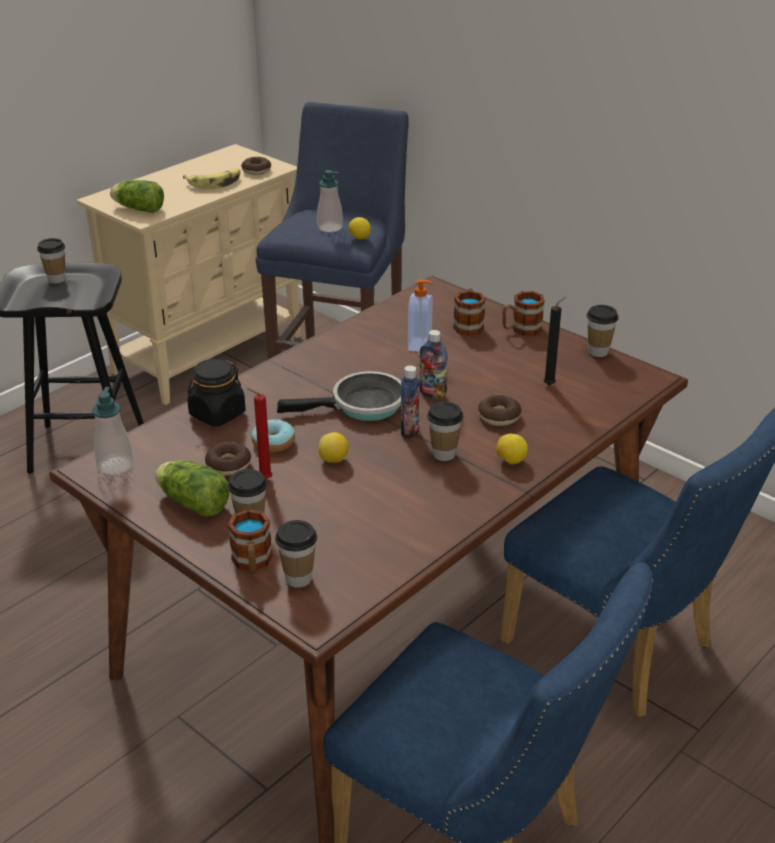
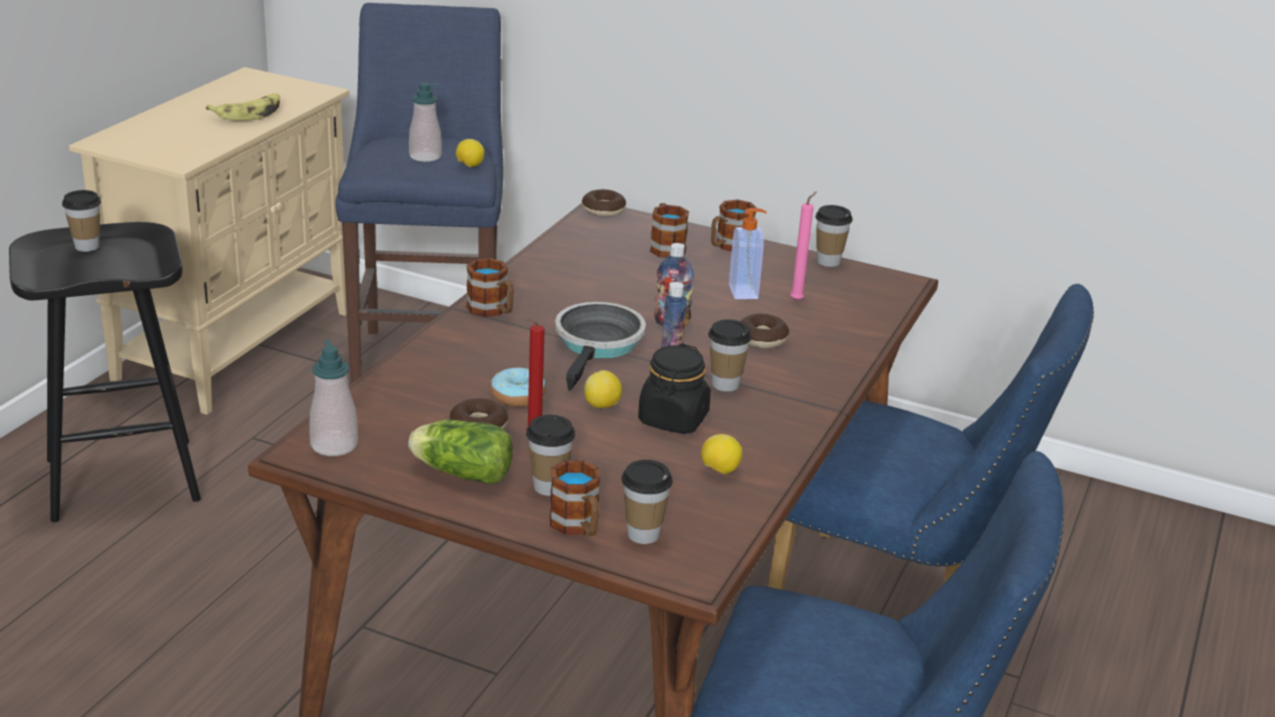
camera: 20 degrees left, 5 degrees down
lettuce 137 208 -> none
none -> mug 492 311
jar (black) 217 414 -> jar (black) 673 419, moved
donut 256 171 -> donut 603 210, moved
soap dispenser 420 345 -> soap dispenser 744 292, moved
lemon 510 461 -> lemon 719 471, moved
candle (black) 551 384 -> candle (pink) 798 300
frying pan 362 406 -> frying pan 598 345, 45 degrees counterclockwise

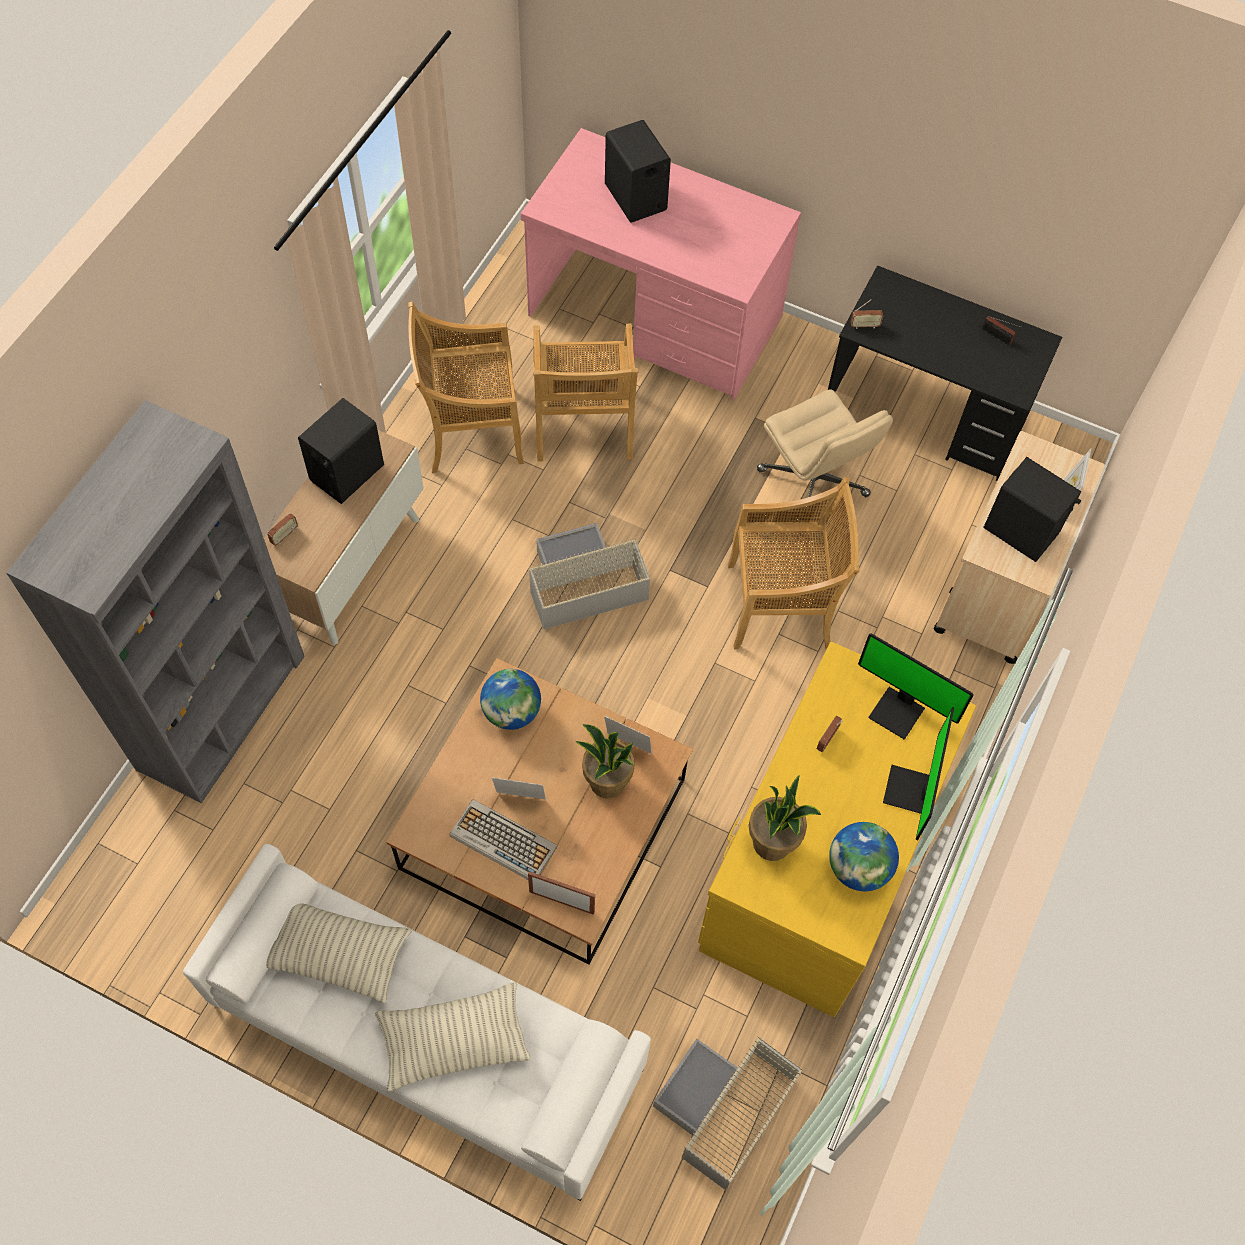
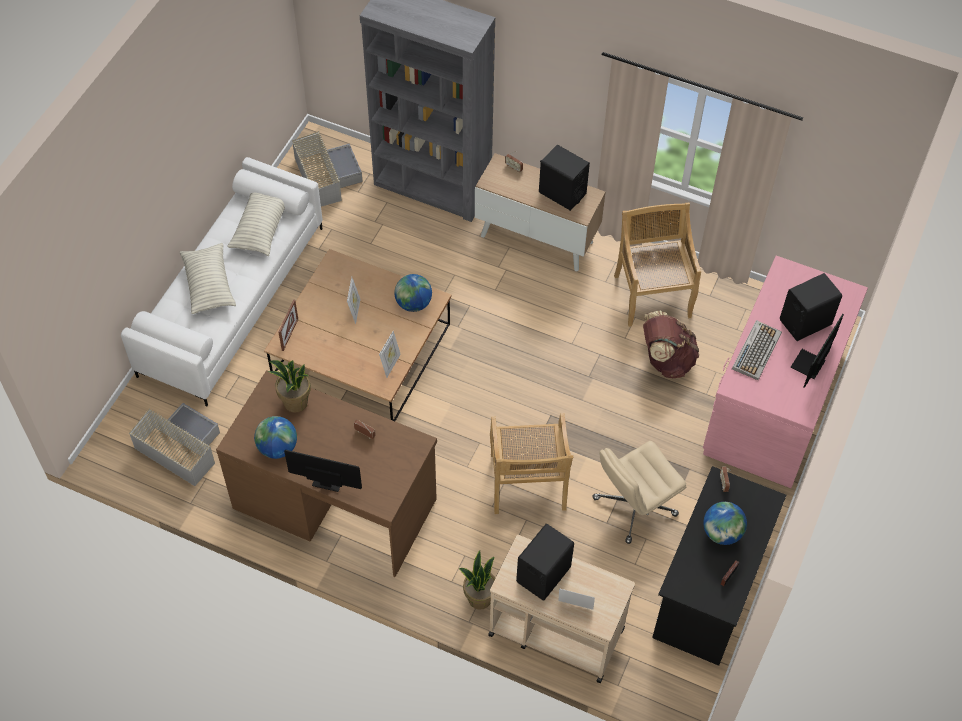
camera: 90 degrees right, 5 degrees down
none -> globe 722 533
keyboard 502 841 -> keyboard 756 350, moved
storage box (grey) 582 585 -> storage box (grey) 325 176, moved
potted plant 606 782 -> potted plant 479 598, moved
monitor 898 712 -> monitor 809 365, moved
chair (beige) 583 425 -> backpack (brown) 666 360
desk (yellow) 818 862 -> desk (brown) 335 502

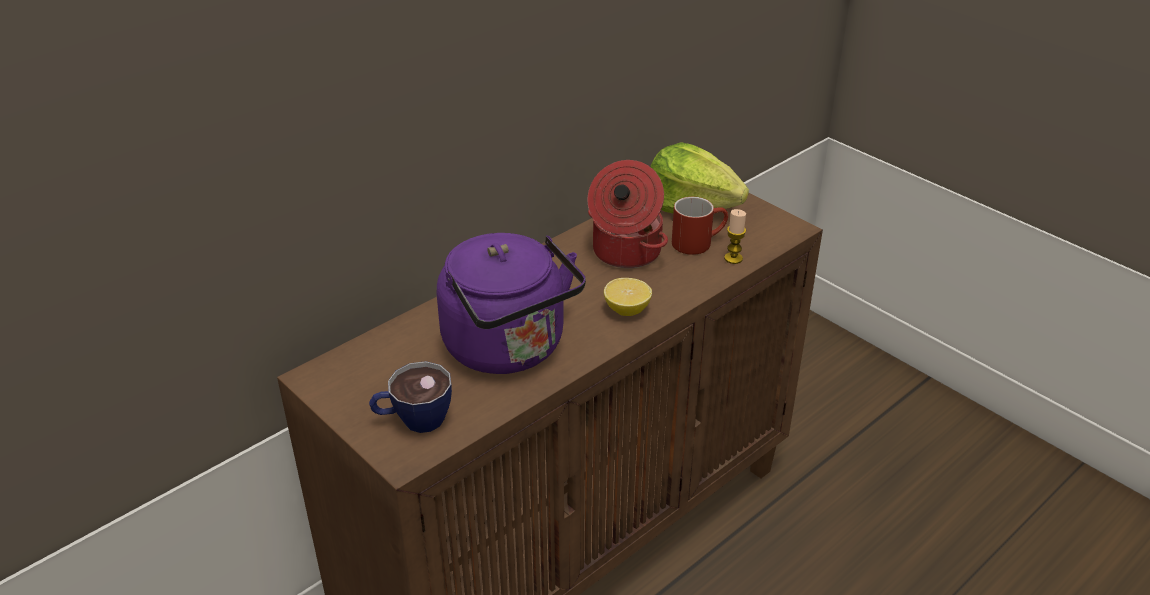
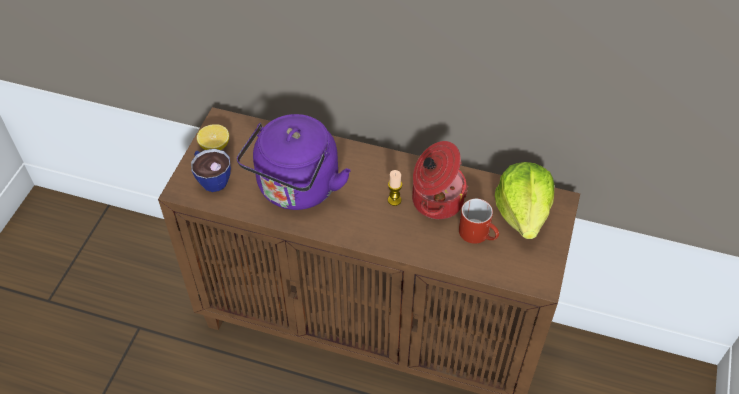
camera: 60 degrees right, 15 degrees up
lemon 627 309 -> lemon 215 146, moved
candle 733 258 -> candle 394 200, moved

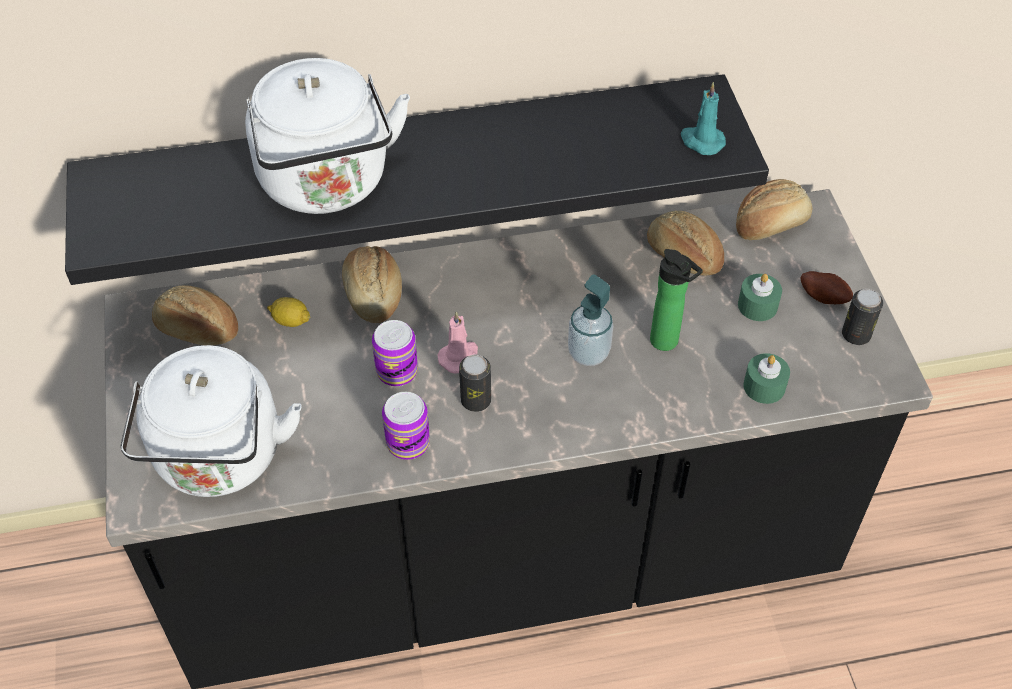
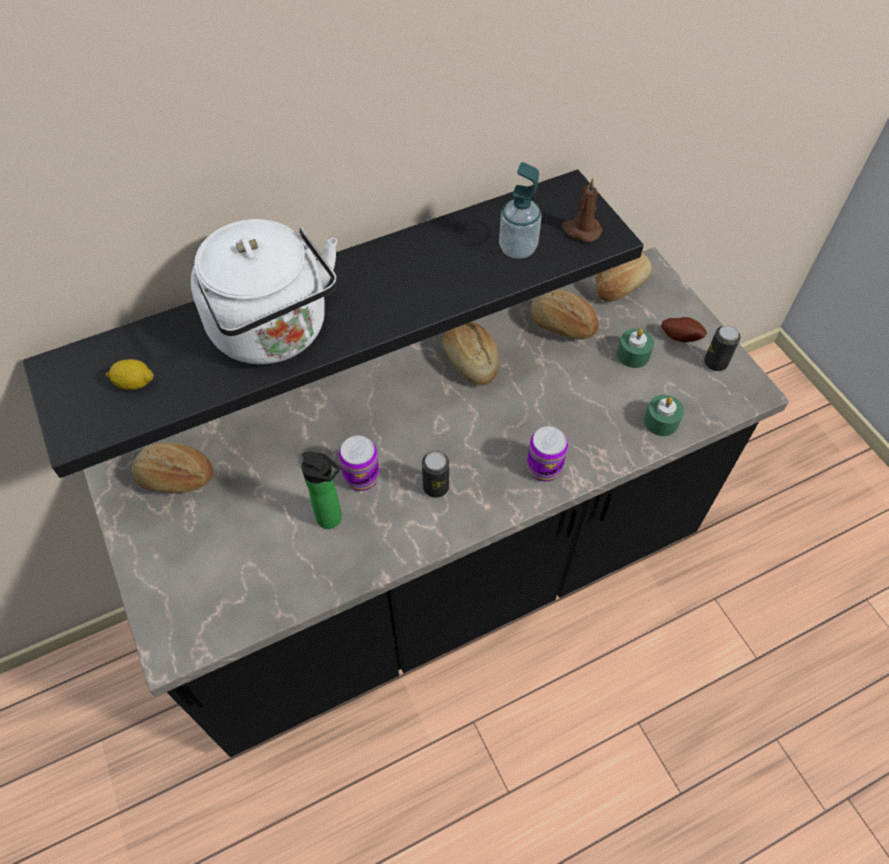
camera: 15 degrees left, 5 degrees up
kettle (white) 219 461 -> none
candle (pink) 459 357 -> none
lemon 290 321 -> lemon 134 383, moved
bread 373 293 -> bread 470 361, moved
can 408 443 -> can 544 467, moved
soap dispenser 588 353 -> soap dispenser 517 248, moved
bottle 667 343 -> bottle 332 520, moved
candle (turquoise) 701 141 -> candle (brown) 581 230

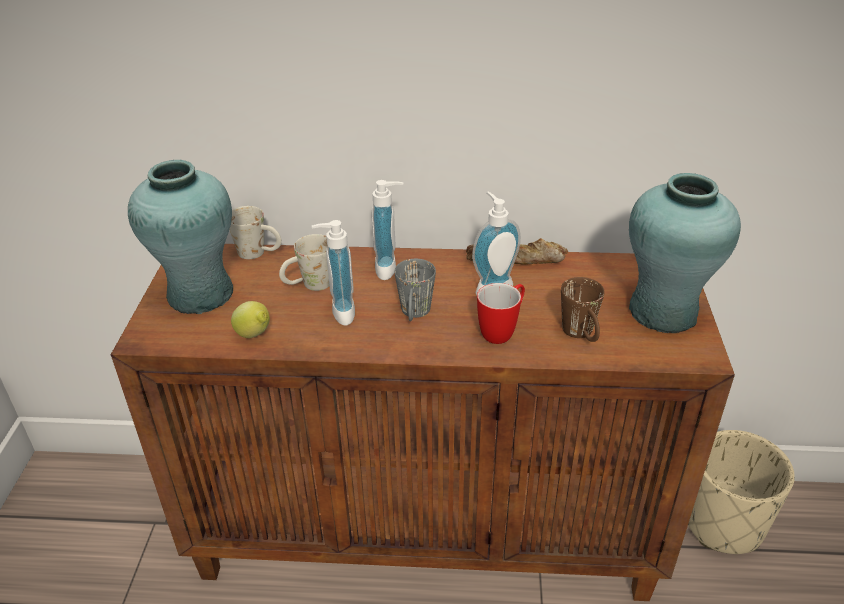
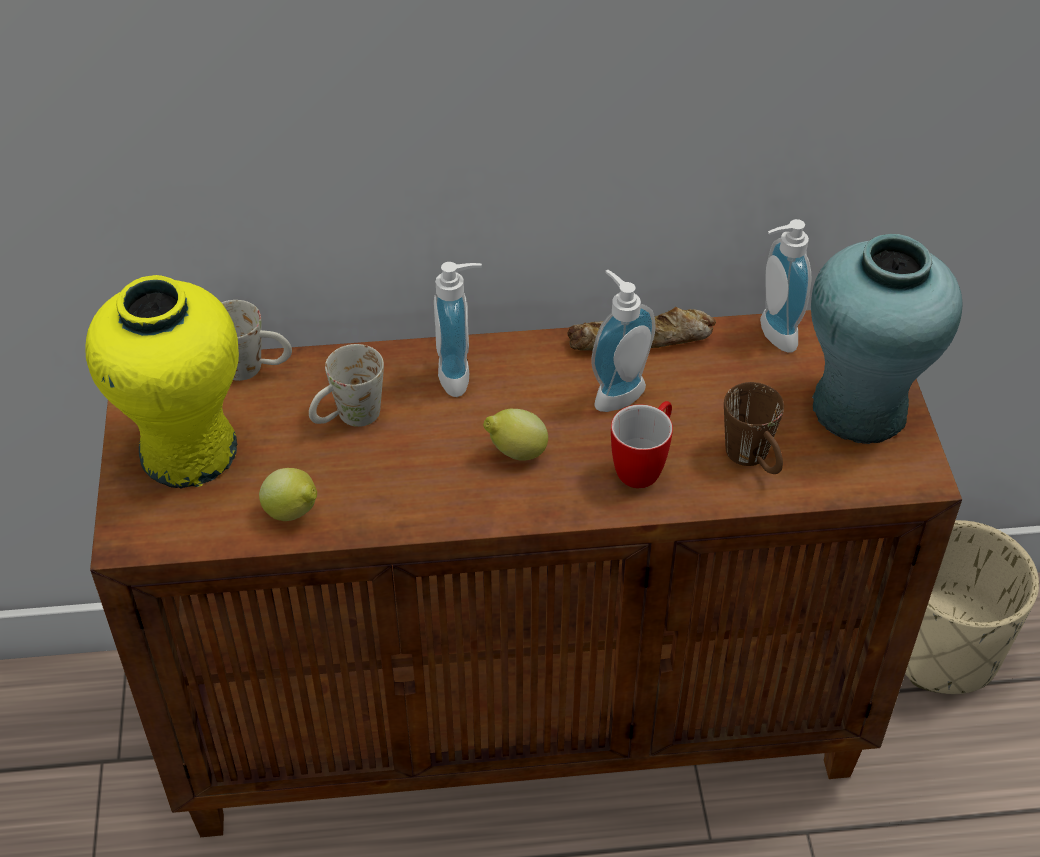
camera: 10 degrees left, 10 degrees up
soap dispenser 338 313 -> soap dispenser 772 335, moved
mug (grey) 415 315 -> lemon 515 453
vase (turquoise) 200 294 -> vase (yellow) 187 451

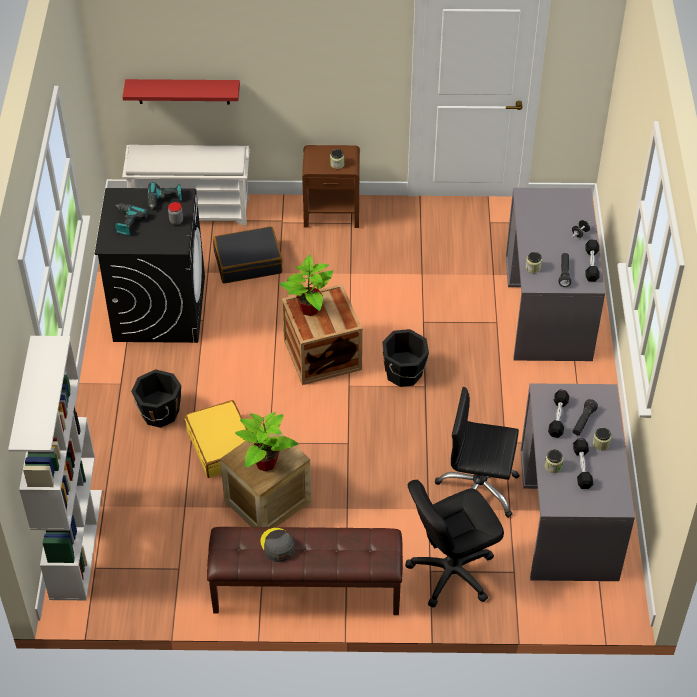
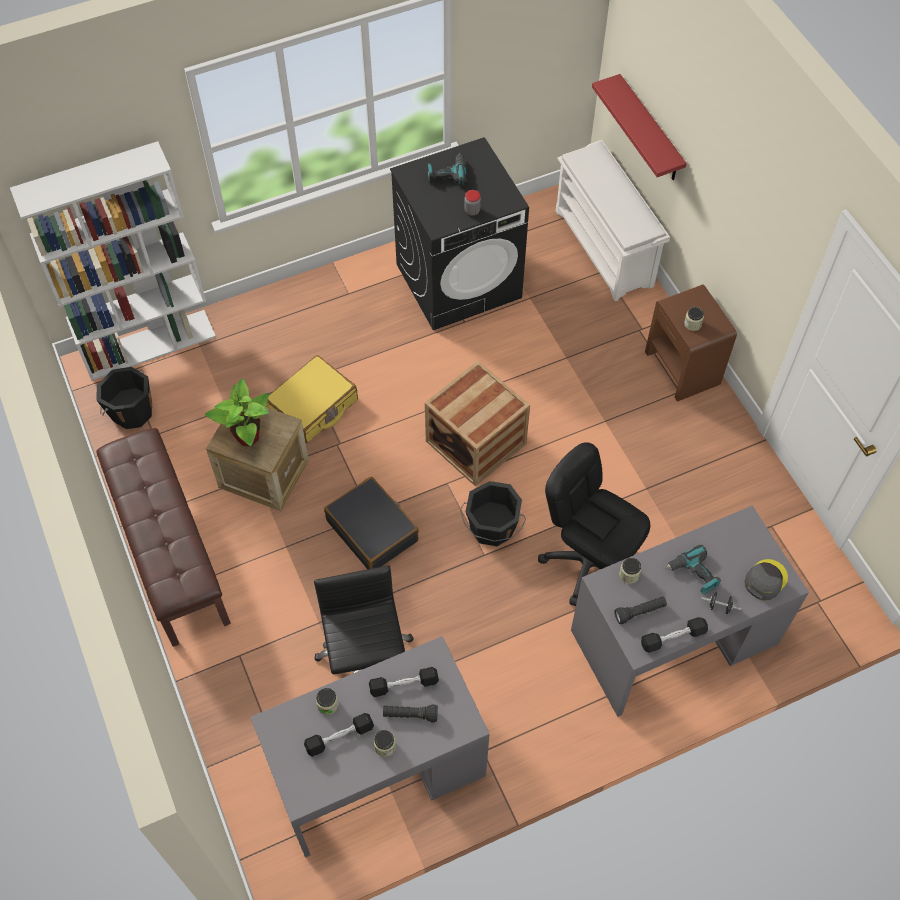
camera: 65 degrees right, 10 degrees up
potted plant 309 309 -> none
bucket (black) 159 413 -> bucket (black) 131 411, moved
power drill 164 199 -> power drill 693 574, moved
suitcase (black) 248 262 -> suitcase (black) 372 530, moved
cap (grey) 277 545 -> cap (grey) 765 580, moved
office chair (black) 451 572 -> office chair (black) 588 562, moved

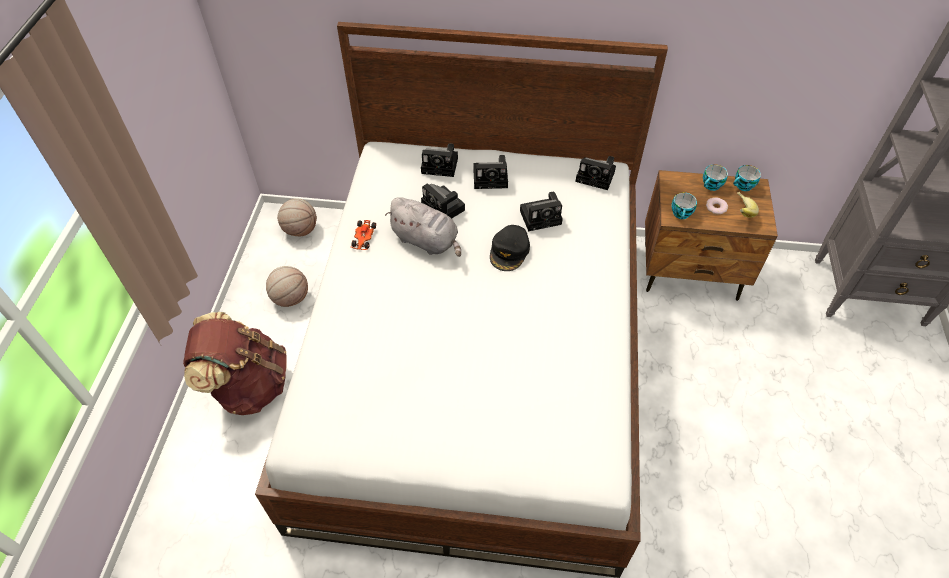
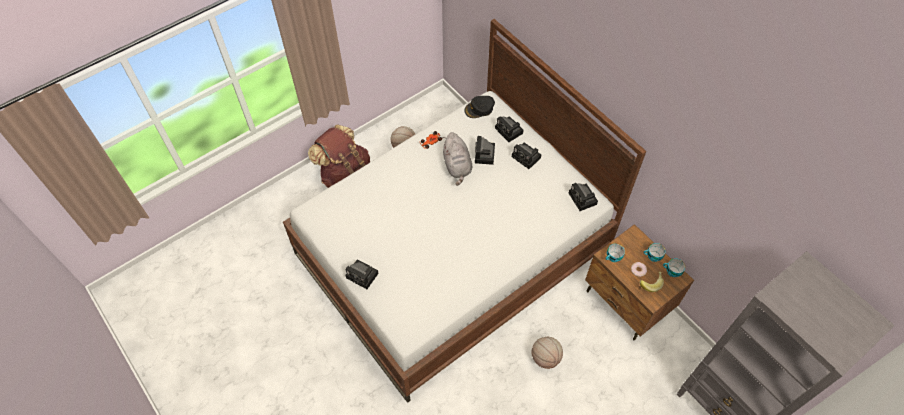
camera: 45 degrees right, 5 degrees up
basketball 300 230 -> basketball 545 357, moved
cap (black) 509 251 -> cap (black) 479 109, moved
photo camera 542 217 -> photo camera 363 276, moved

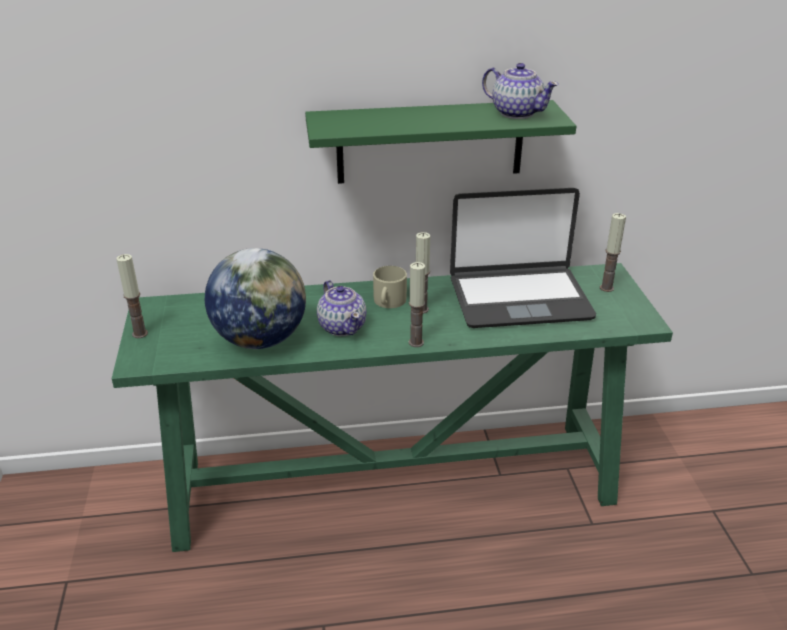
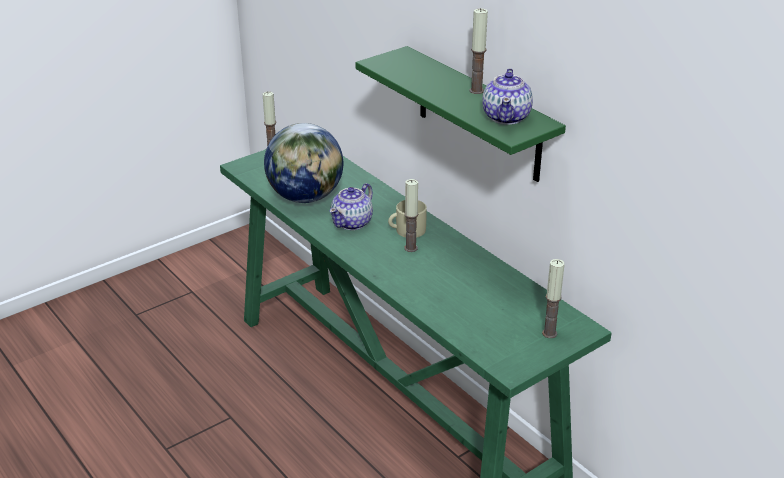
camera: 60 degrees right, 0 degrees up
laptop 519 298 -> none
candle 416 342 -> candle 476 90, moved

